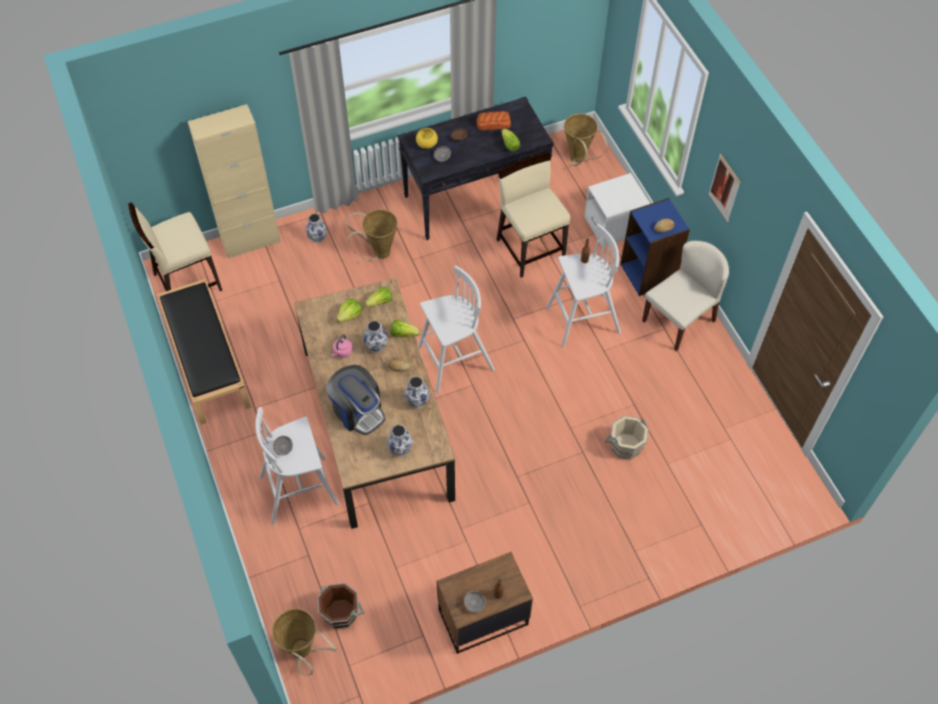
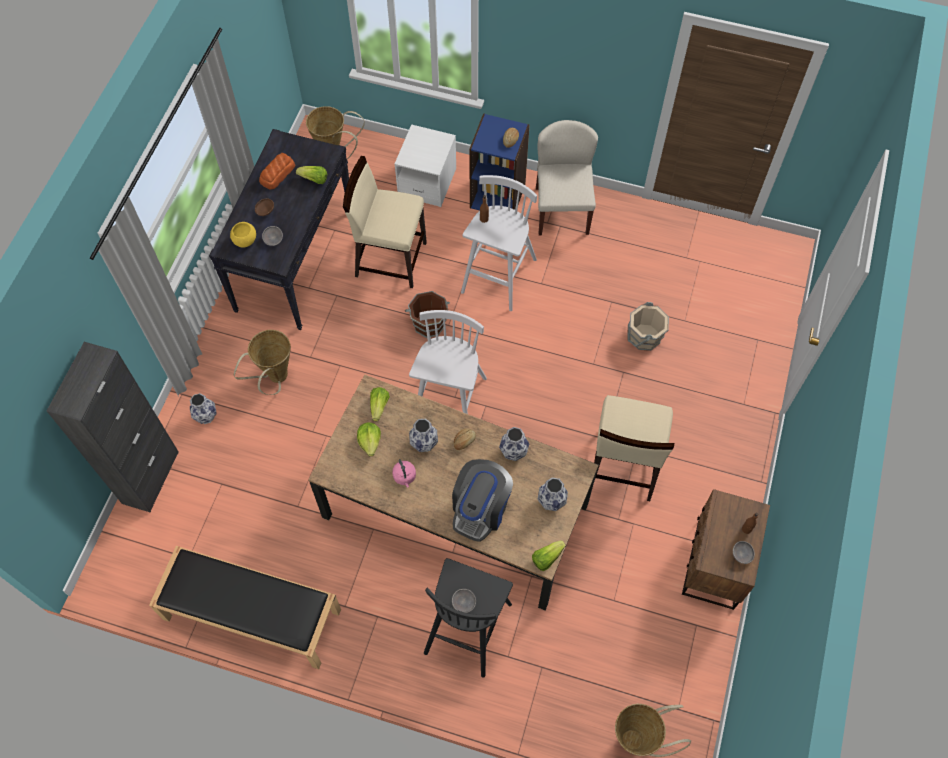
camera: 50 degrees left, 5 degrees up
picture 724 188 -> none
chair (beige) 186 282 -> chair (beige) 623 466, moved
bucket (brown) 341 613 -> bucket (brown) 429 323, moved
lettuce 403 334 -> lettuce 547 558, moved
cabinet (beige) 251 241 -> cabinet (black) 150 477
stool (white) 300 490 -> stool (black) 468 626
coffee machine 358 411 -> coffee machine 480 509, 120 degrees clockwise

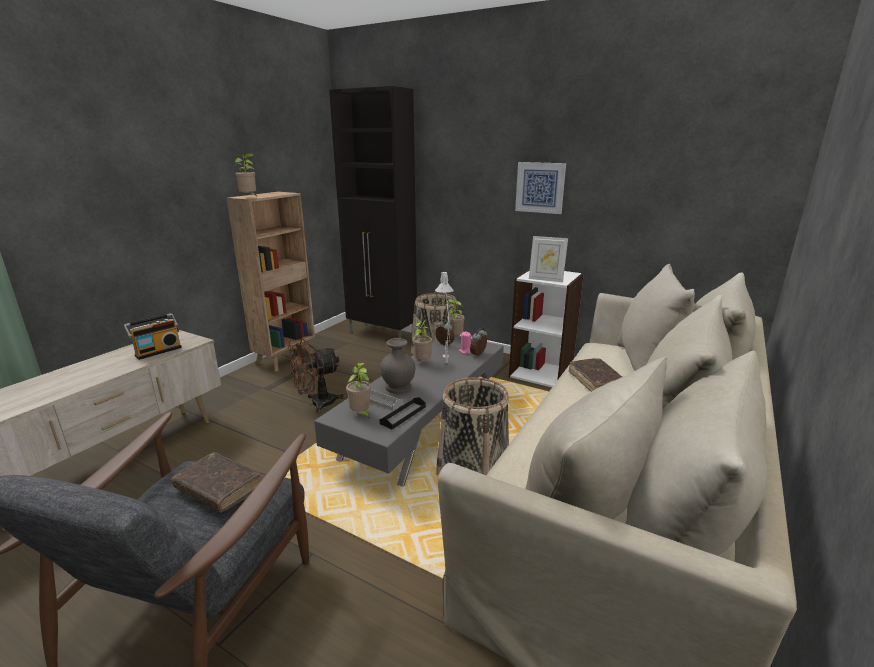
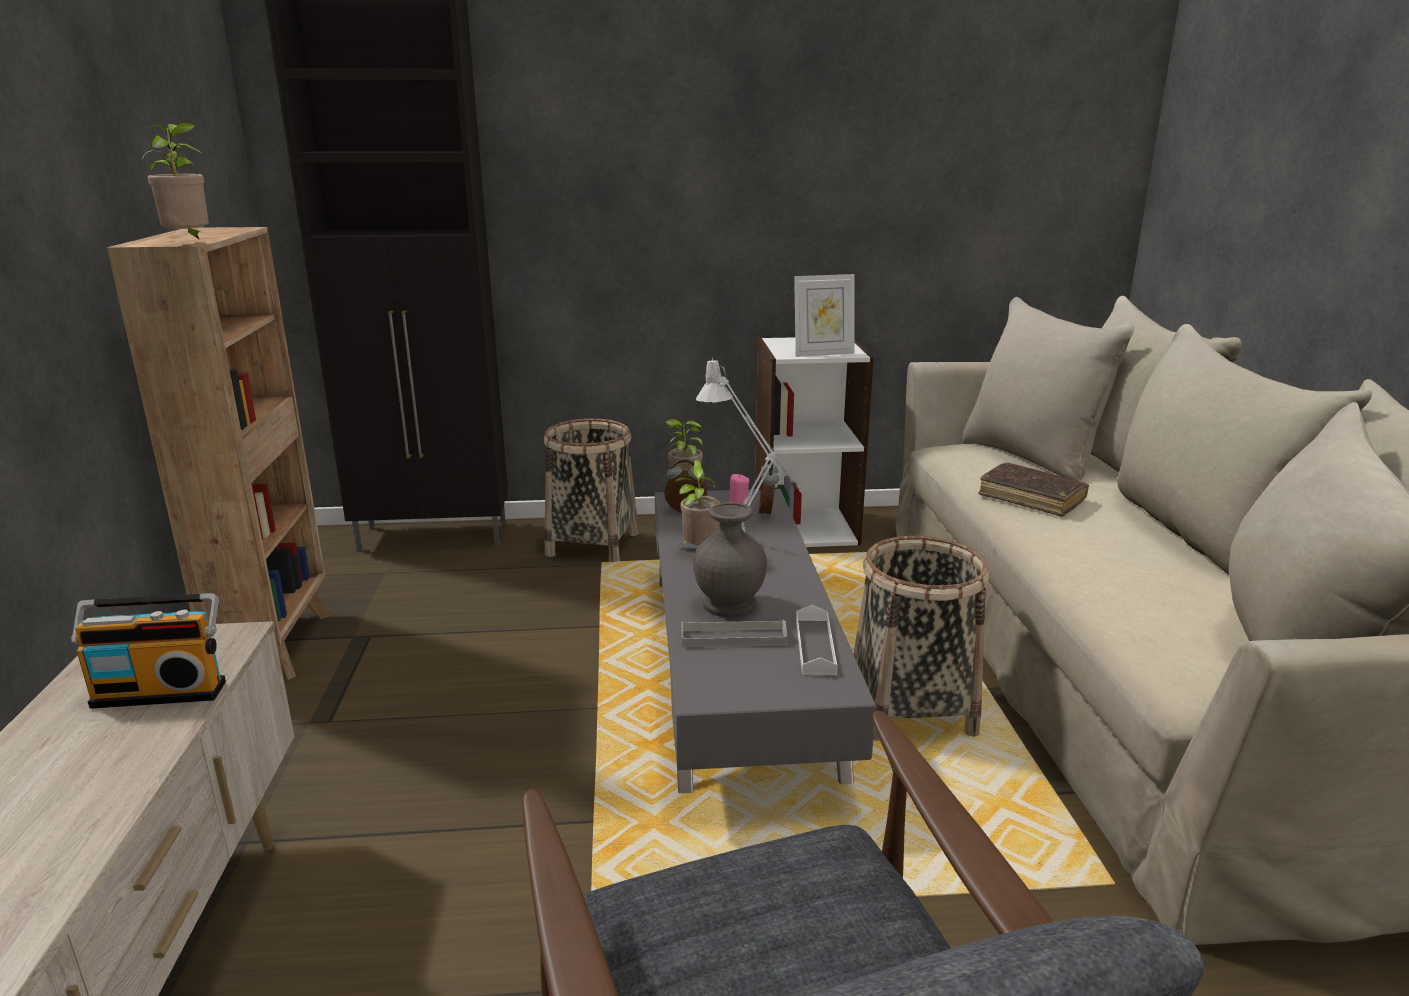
camera: 35 degrees left, 0 degrees up
book (brown) 219 489 -> none
fan (brown) 316 404 -> none
potted plant 361 414 -> none
picture 540 187 -> none
tray (black) 403 415 -> tray (white) 815 646
radio 158 351 -> radio 162 691, 75 degrees clockwise

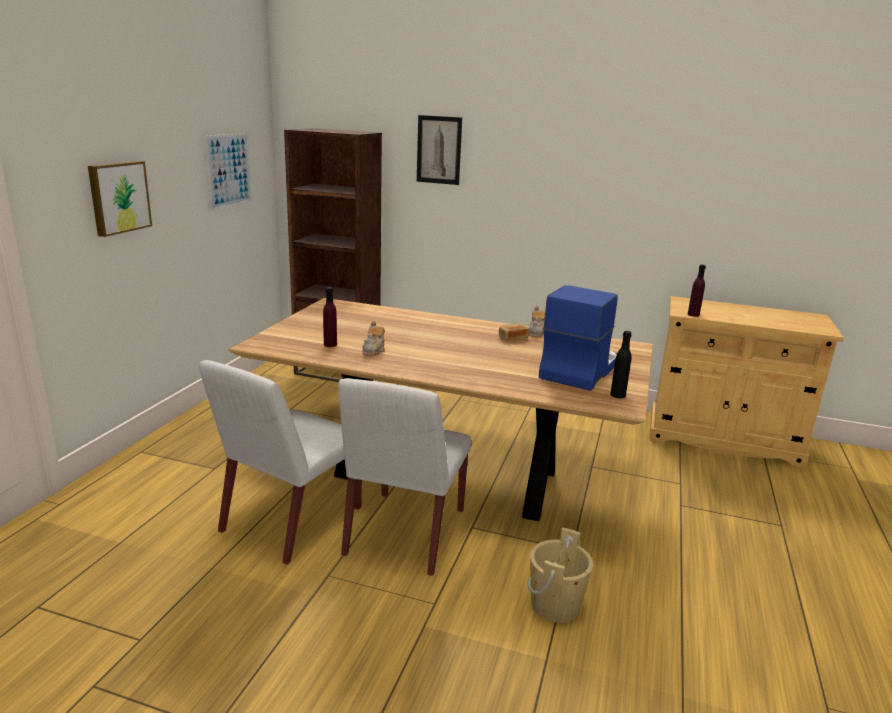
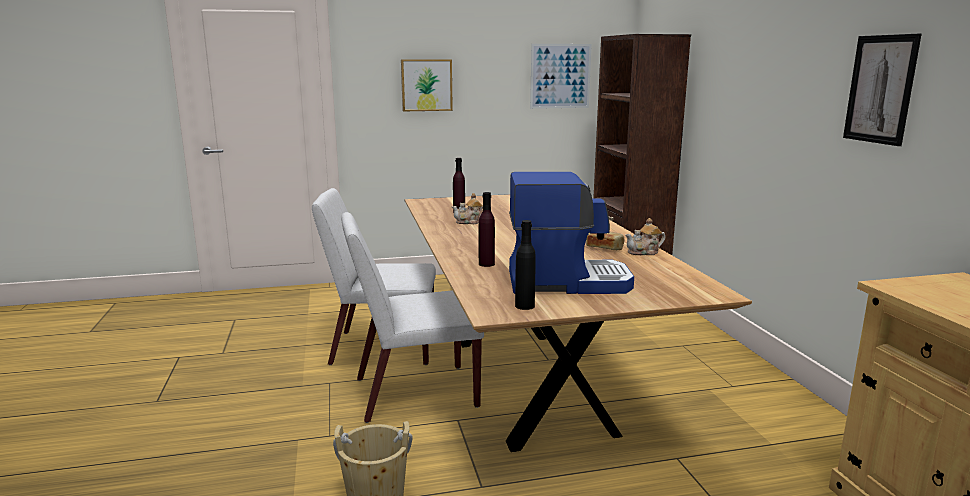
camera: 60 degrees right, 5 degrees down
picture 439 150 -> picture 880 89, moved
bottle (purple) 693 315 -> bottle (purple) 486 264, moved

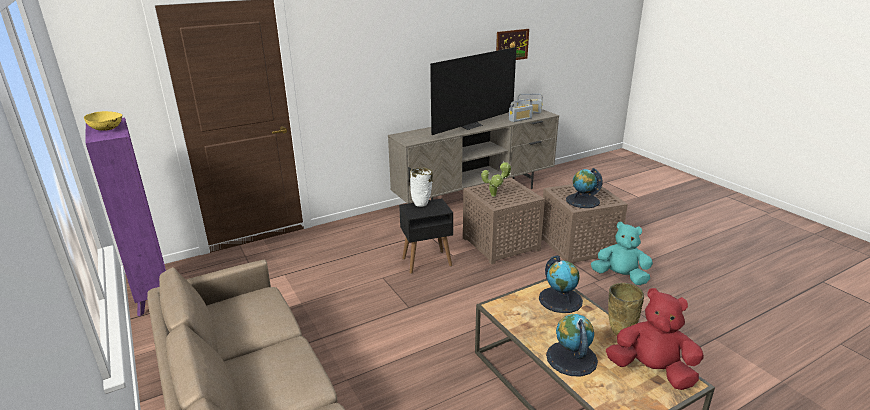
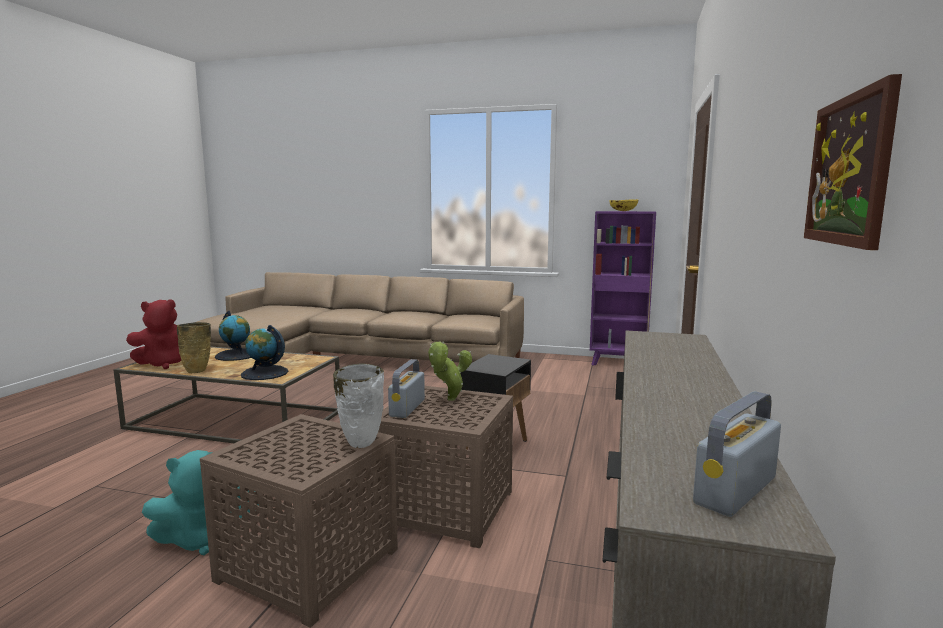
camera: 135 degrees right, 15 degrees down
television 470 125 -> none
globe 582 201 -> none
vase (white) 422 204 -> vase (white) 360 445, moved
radio 520 119 -> radio 407 408, moved

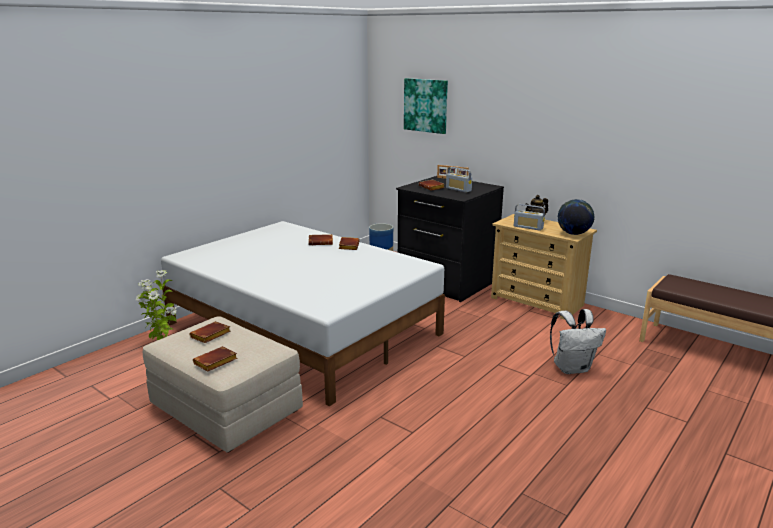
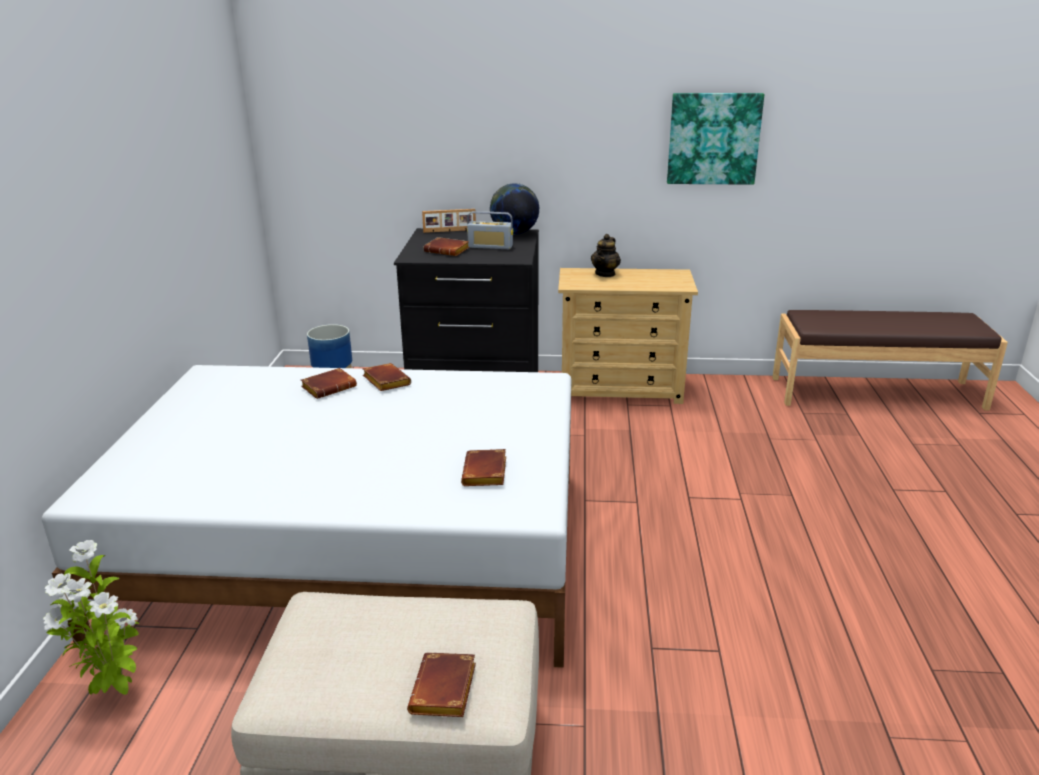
camera: 35 degrees left, 5 degrees up
radio 528 227 -> none
backpack (white) 572 368 -> none
book (brown) 210 336 -> book (brown) 486 474, moved
picture 426 105 -> picture 713 138, moved
globe 573 234 -> globe 514 233, moved

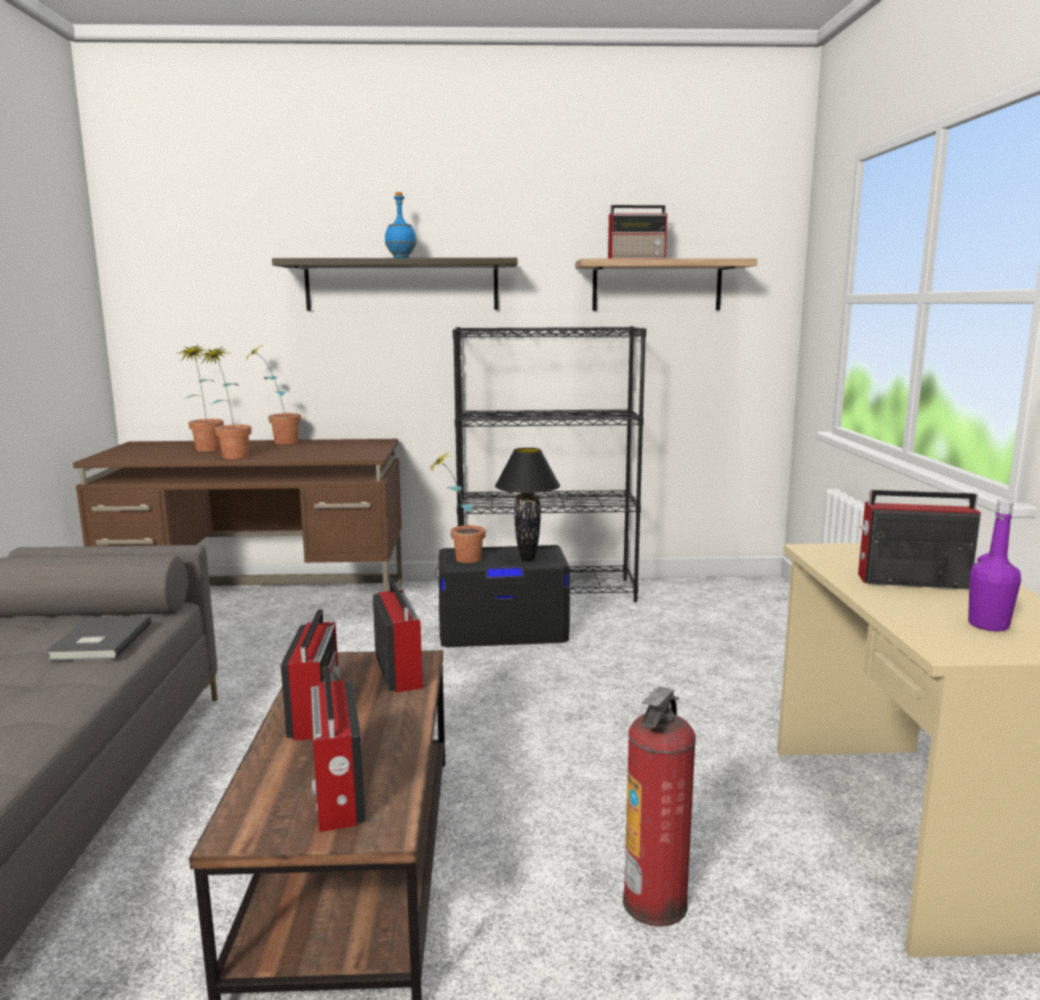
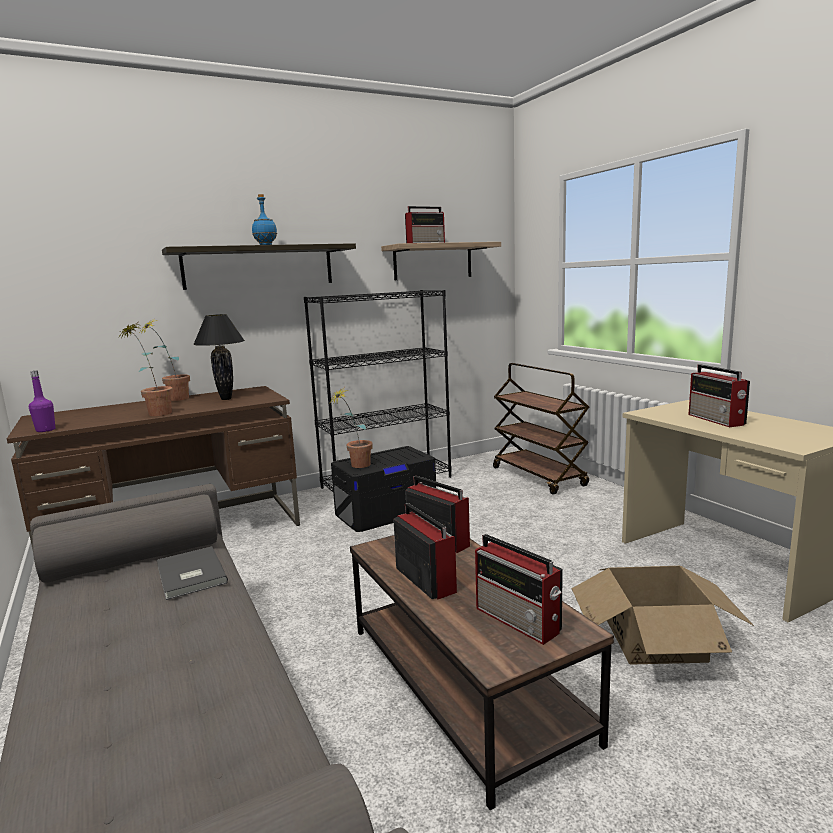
camera: 25 degrees left, 0 degrees up
potted plant 206 448 -> none
none -> cart (brown) 539 477
table lamp (black) 528 559 -> table lamp (black) 226 399, moved
bottle (purple) 988 625 -> bottle (purple) 45 430, moved
fire extinguisher 655 903 -> cardboard box 655 640
radio 910 581 -> radio 717 420, 90 degrees counterclockwise

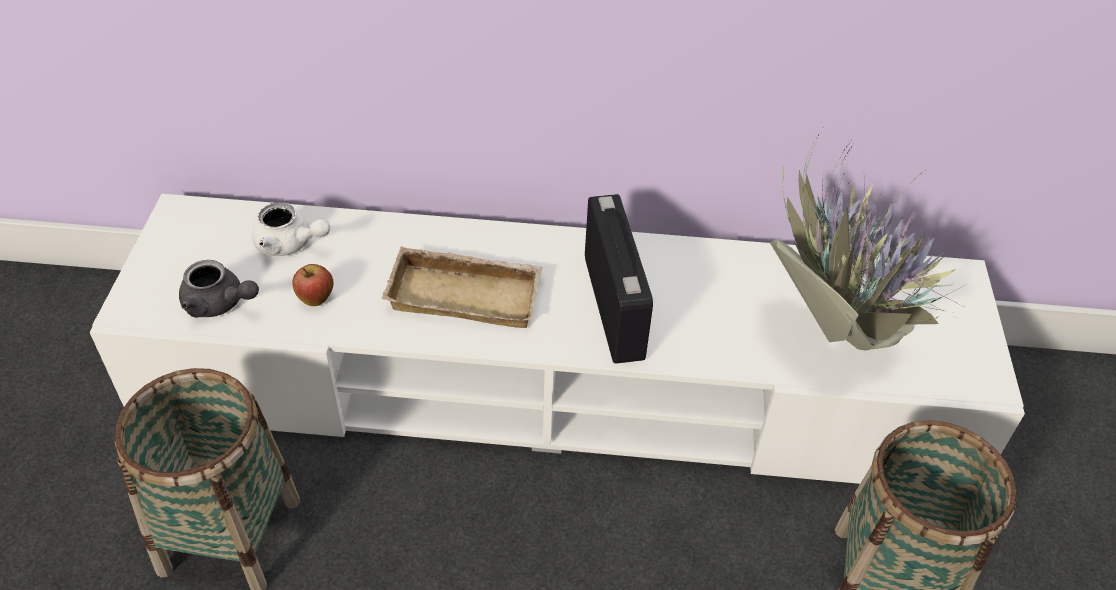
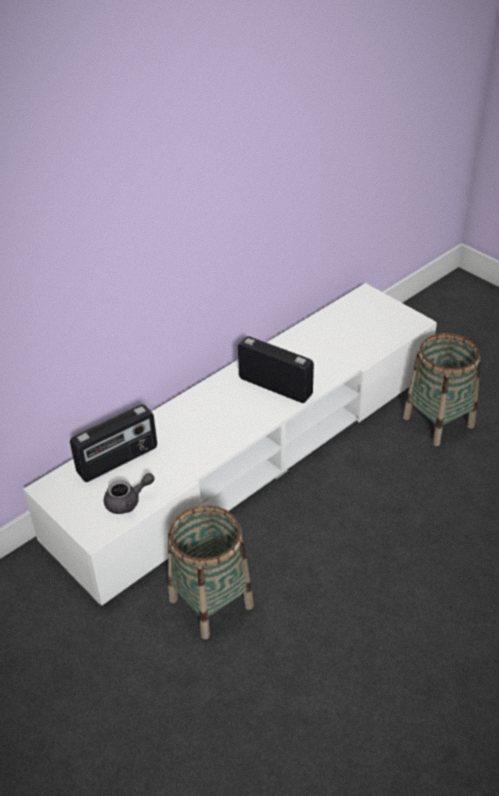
camera: 45 degrees left, 5 degrees down
apple 316 300 -> none
tray (beige) 467 293 -> none
potted plant 832 333 -> none
teapot (white) 290 244 -> radio 118 461

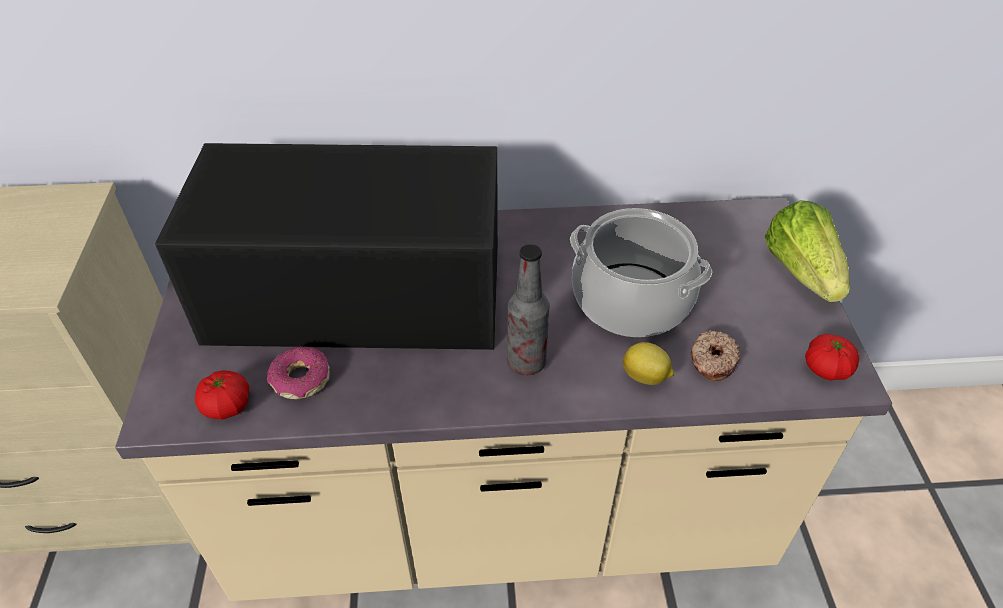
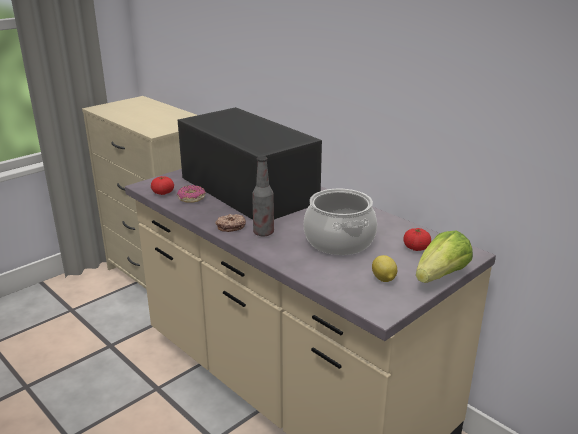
camera: 50 degrees right, 20 degrees down
lemon 645 377 -> lemon 383 279, moved
donut 712 361 -> donut 231 226, moved
tomato 826 368 -> tomato 416 248, moved

